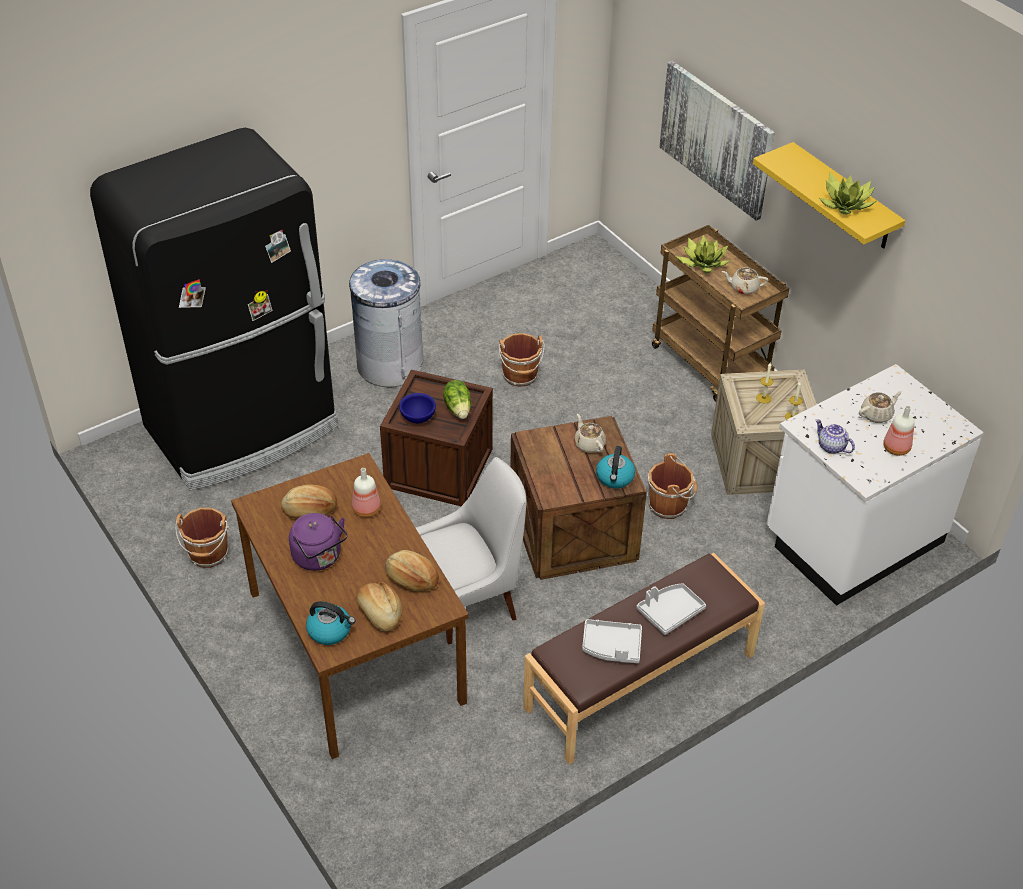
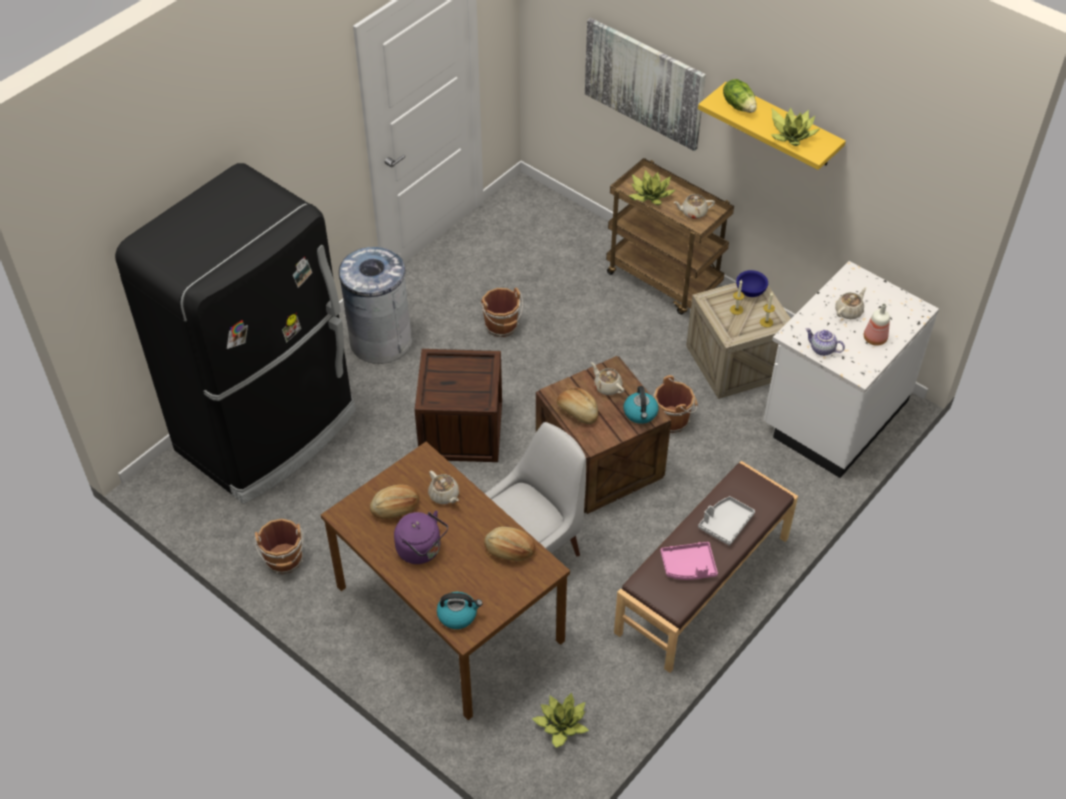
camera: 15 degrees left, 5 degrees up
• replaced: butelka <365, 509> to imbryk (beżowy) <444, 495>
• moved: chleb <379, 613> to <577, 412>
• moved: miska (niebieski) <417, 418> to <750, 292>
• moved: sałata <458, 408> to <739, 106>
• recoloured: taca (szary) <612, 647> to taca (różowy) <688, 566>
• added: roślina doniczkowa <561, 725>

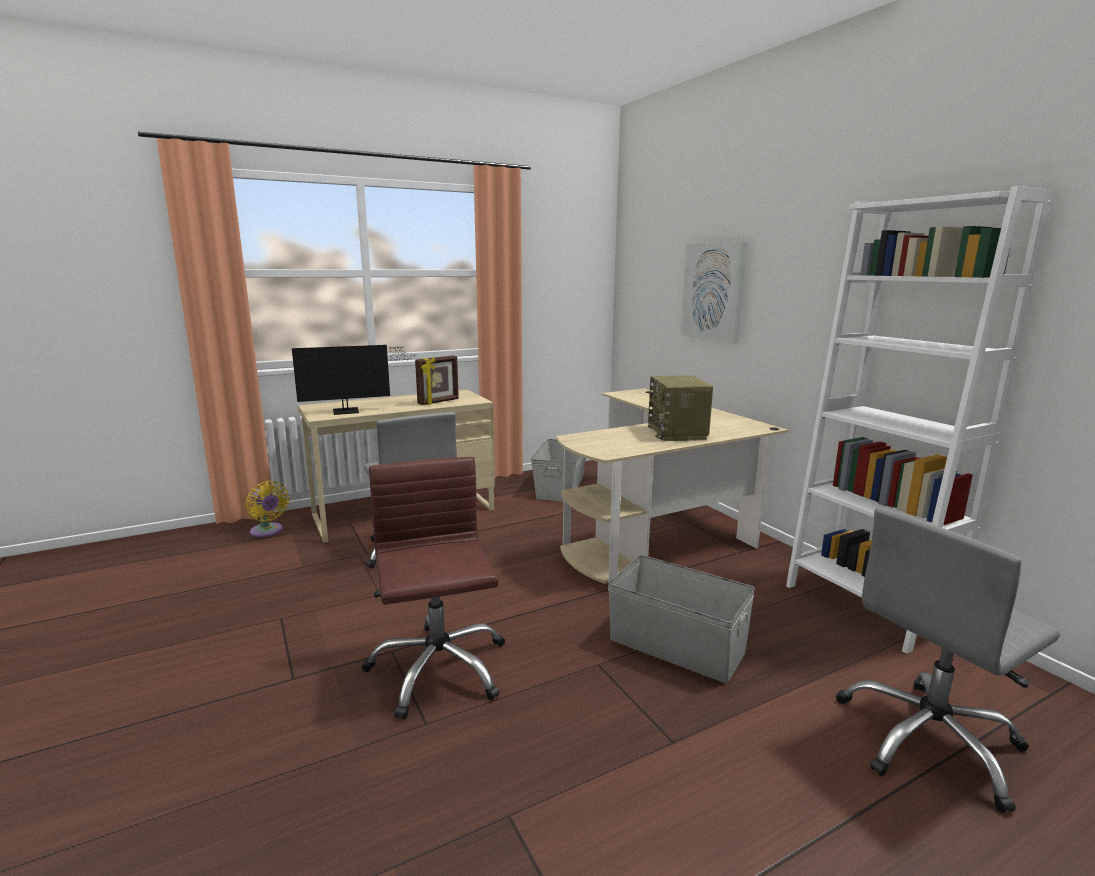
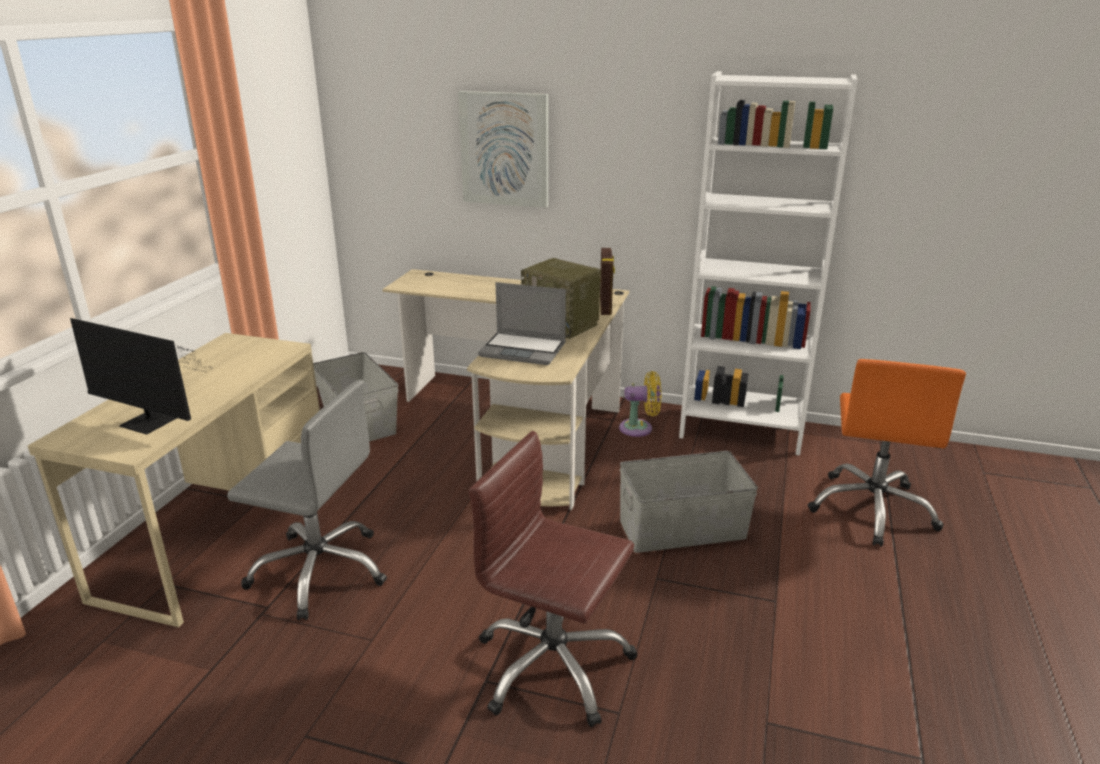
camera: 45 degrees left, 10 degrees up
• moved: wentylator (żółty) <268, 532> to <639, 428>
• turned: monitor <350, 411> = <152, 424> 90 degrees clockwise
• moved: ramka na zdjęcie <438, 402> to <606, 306>
• recoloured: krzesło biurowe (szary) <929, 741> to krzesło biurowe (pomarańczowy) <872, 509>
• added: laptop <524, 350>

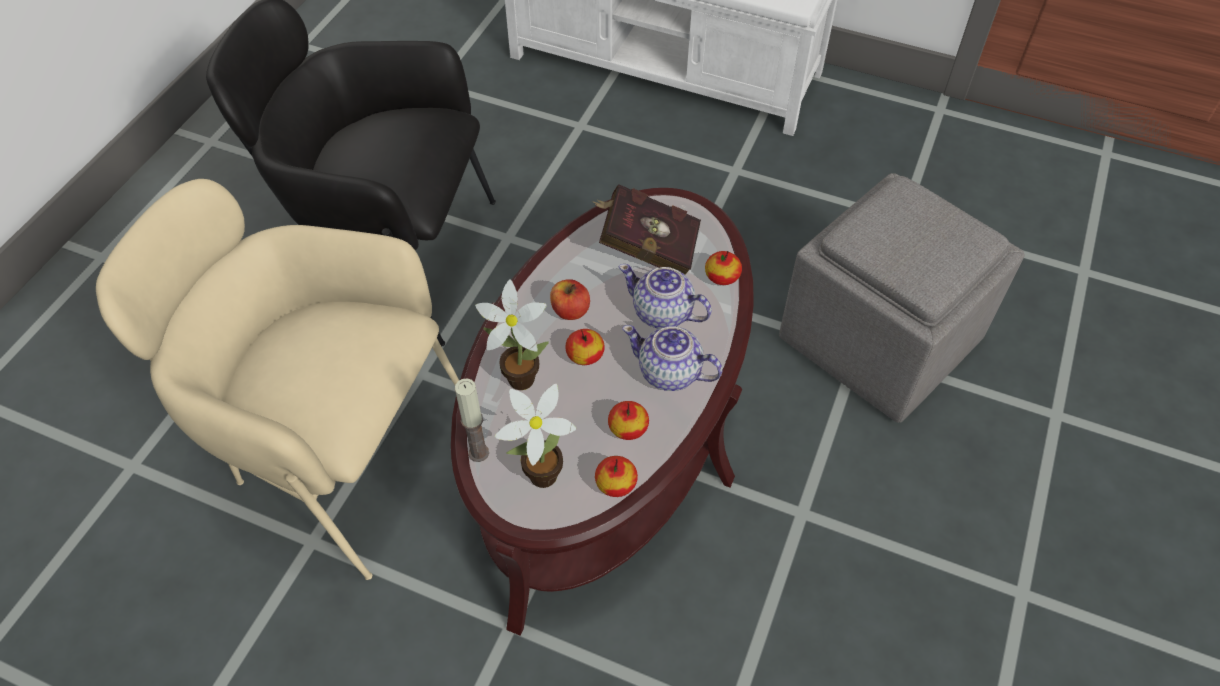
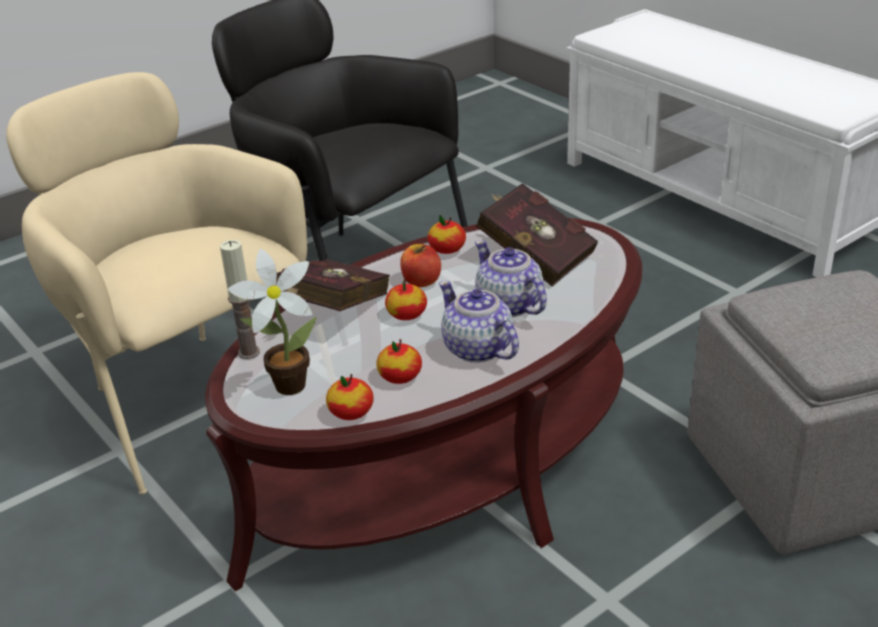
camera: 30 degrees right, 20 degrees down
• replaced: roślina doniczkowa <517, 377> to książka (czerwony) <331, 312>
• moved: jabłko <722, 277> to <447, 249>

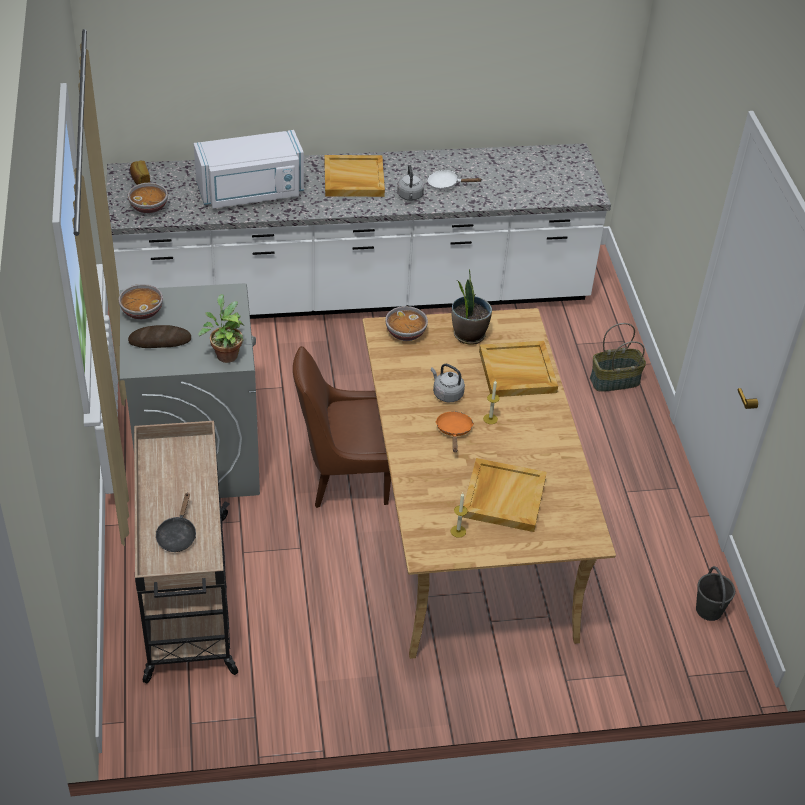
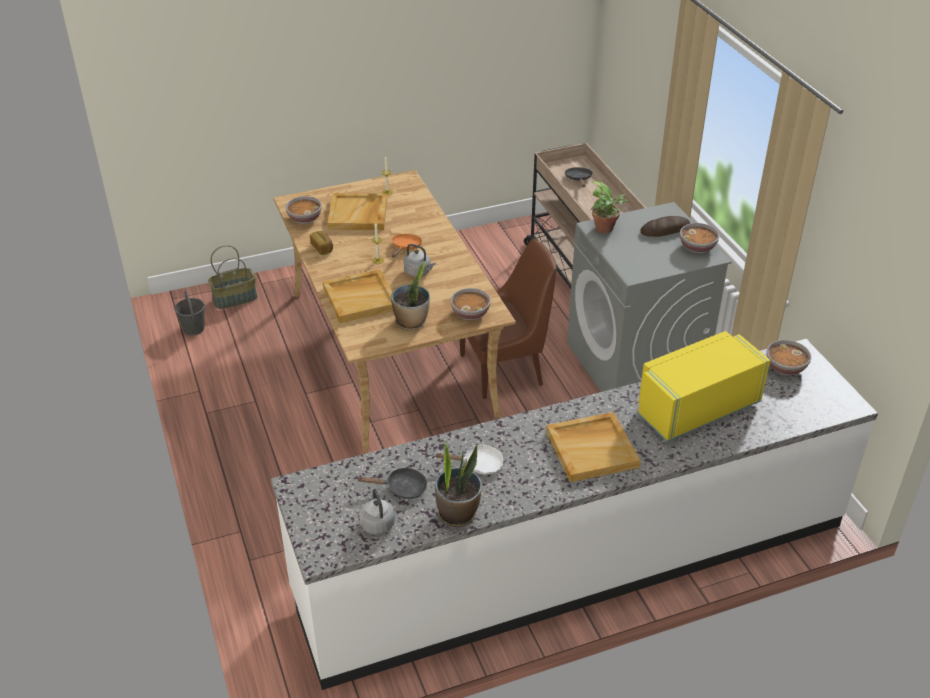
camera: 170 degrees right, 5 degrees down
• moved: chleb <139, 179> to <322, 248>
• recoloured: mikrofalówka (biały) <251, 192> to mikrofalówka (żółty) <695, 407>
• moved: czajnik (szary) <410, 196> to <377, 523>
• turned: patelnia (pomarańczowy) <454, 431> = <405, 247> 150 degrees counterclockwise
• moved: koszyk <614, 381> to <235, 298>
• added: miska <304, 218>
• added: patelnia (czarny) <402, 488>
• added: roślina doniczkowa <457, 513>

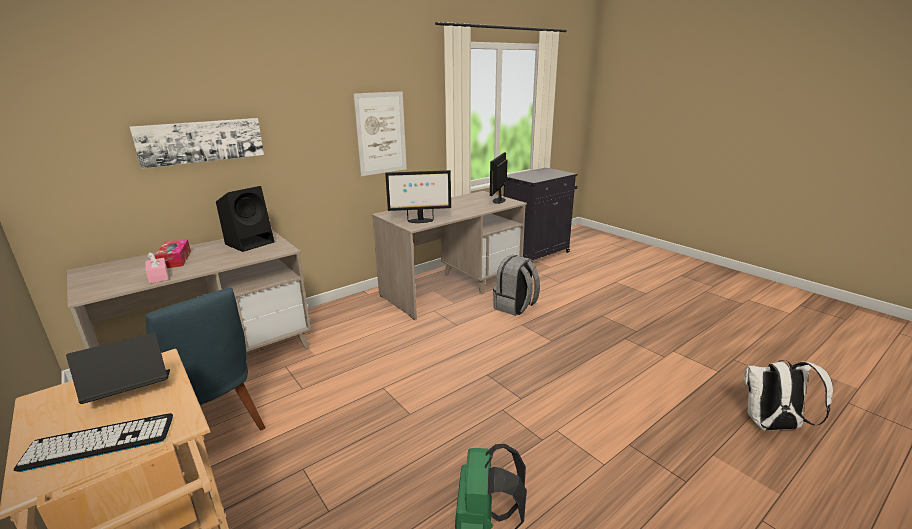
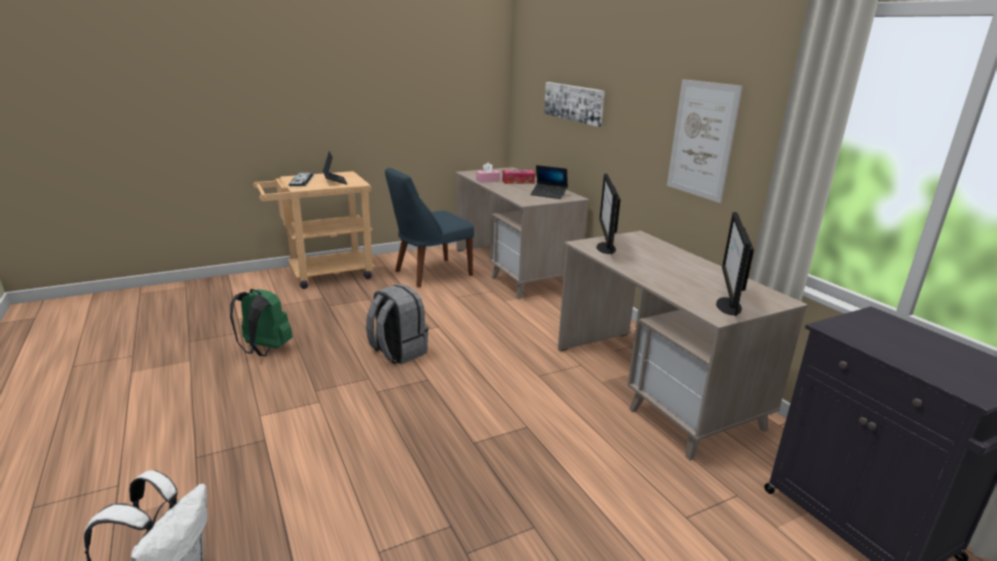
camera: 100 degrees right, 0 degrees up
• replaced: głośnik (czarny) <250, 243> to laptop <548, 194>
• turned: monitor <499, 200> = <728, 306> 105 degrees counterclockwise
• moved: plecak (szary) <515, 307> to <397, 352>

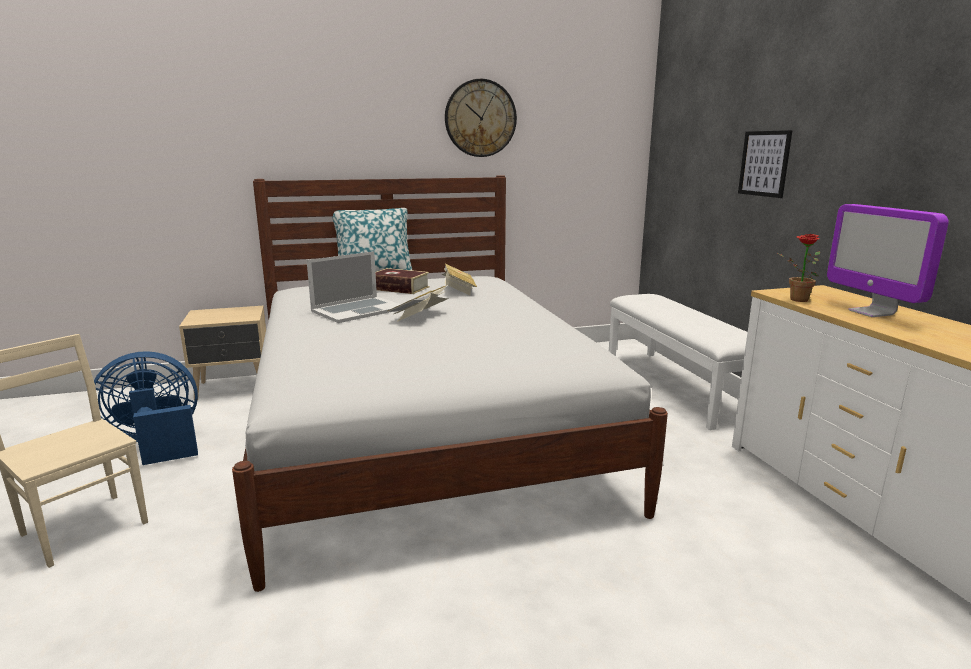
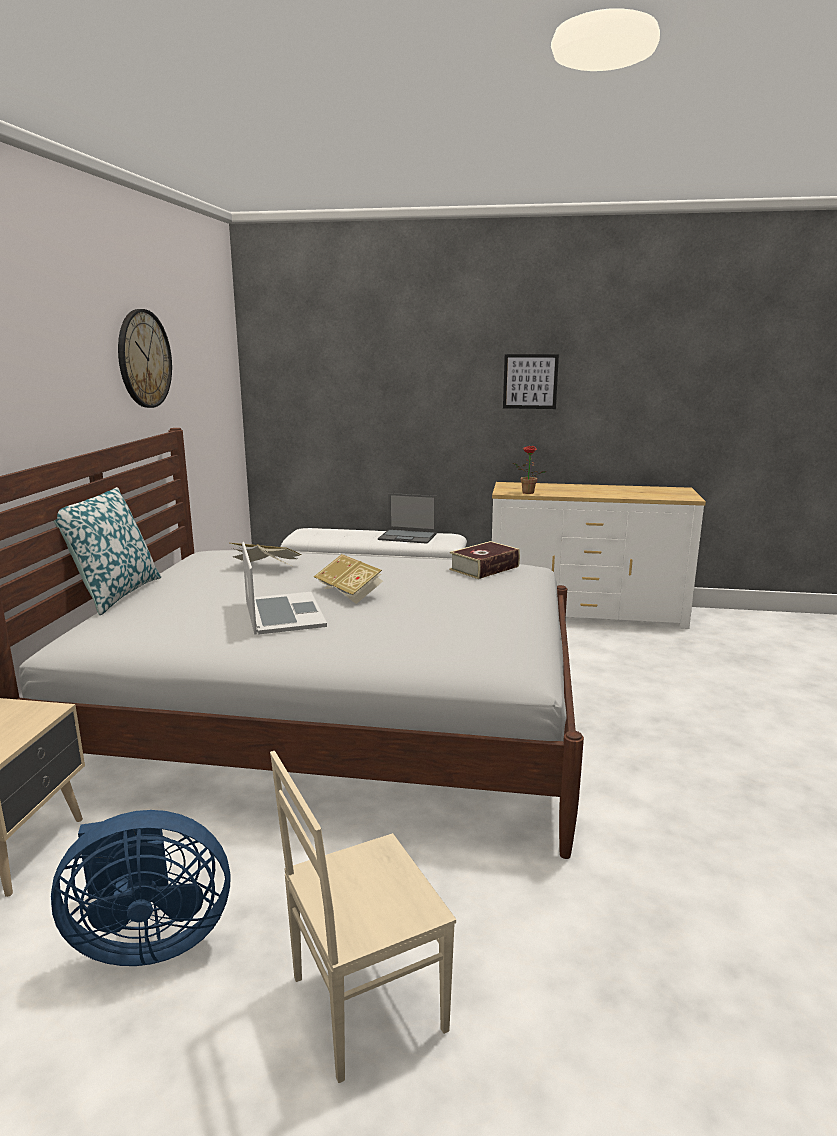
camera: 65 degrees left, 0 degrees up
• turned: wentylator (niebieski) <156, 444> = <148, 940> 105 degrees counterclockwise
• moved: książka <399, 288> to <484, 568>
• moved: obraz <764, 163> to <530, 381>
• removed: monitor <871, 312>
• added: laptop <408, 536>

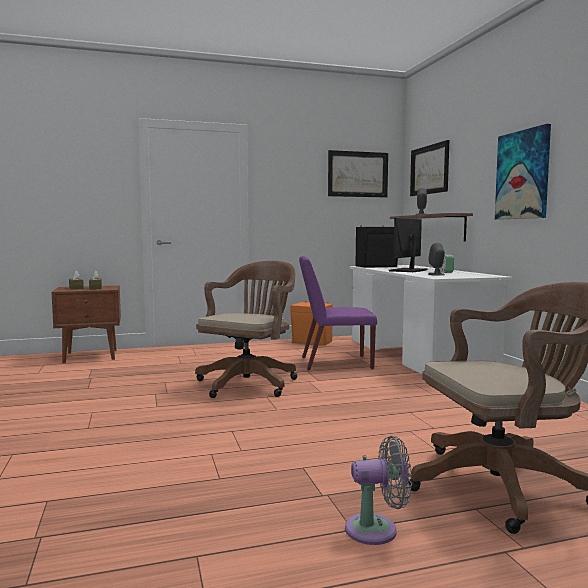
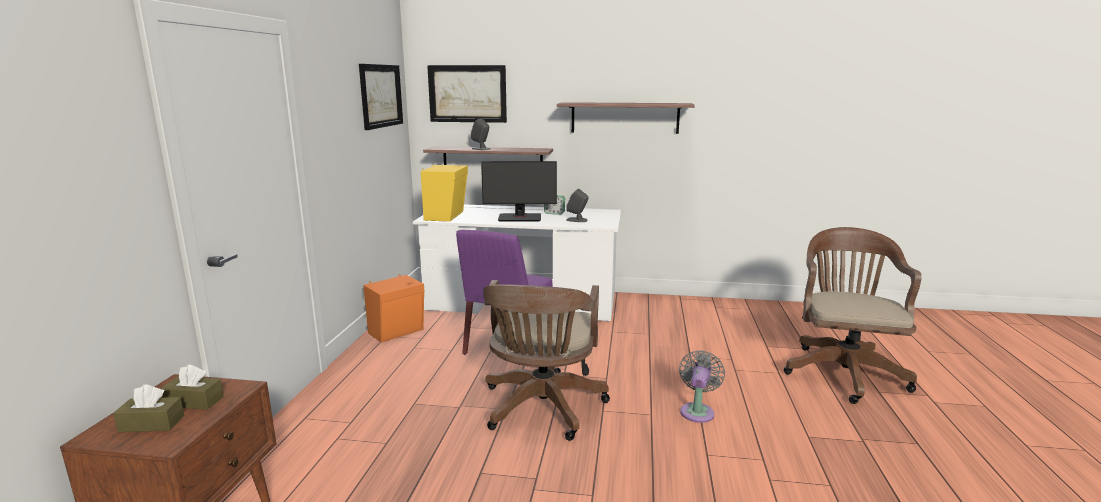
camera: 65 degrees left, 10 degrees up
• turned: krzesło biurowe (brązowy) <250, 383> = <542, 409> 135 degrees counterclockwise
• moved: wentylator (szary) <377, 529> to <697, 411>
• recoloured: głośnik (czarny) <377, 266> to głośnik (żółty) <446, 216>
• turned: monitor <409, 270> = <520, 218> 60 degrees counterclockwise
• replaced: obraz <522, 175> to półka <624, 118>

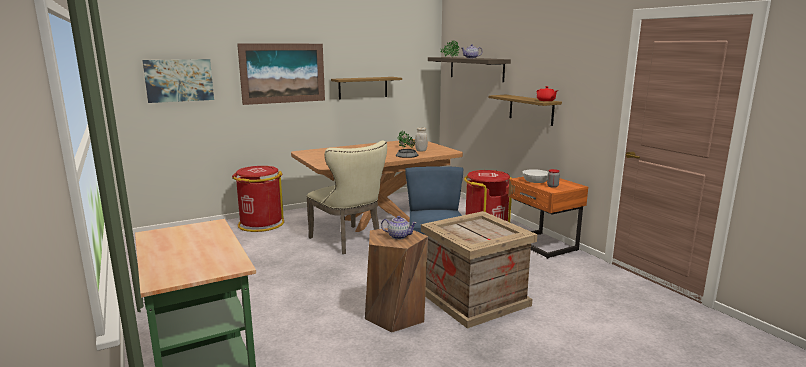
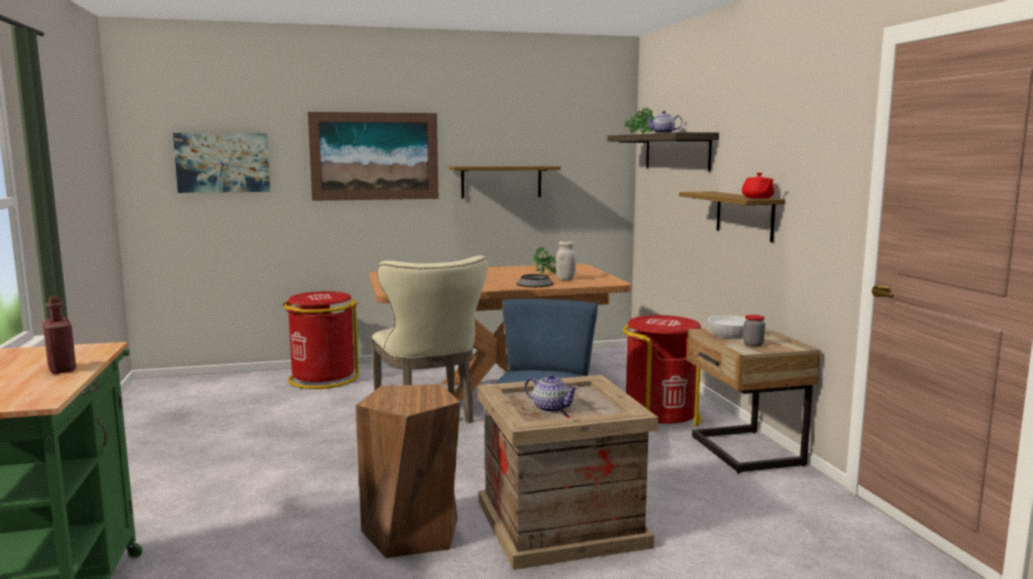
camera: 15 degrees right, 5 degrees down
• moved: imbryk <398, 236> to <550, 408>
• recoloured: szafka nocna (pomarańczowy) <542, 246> to szafka nocna (beżowy) <743, 452>
• added: butelka (czerwony) <62, 369>

